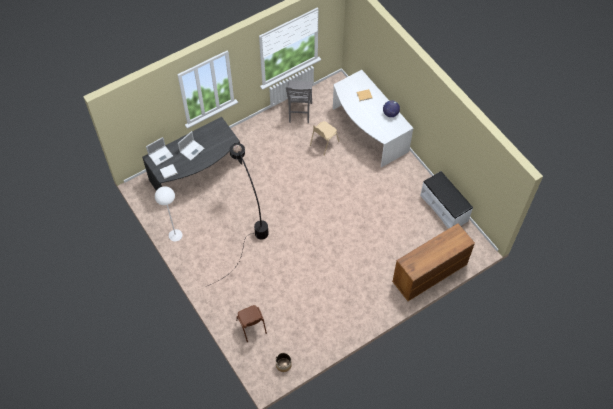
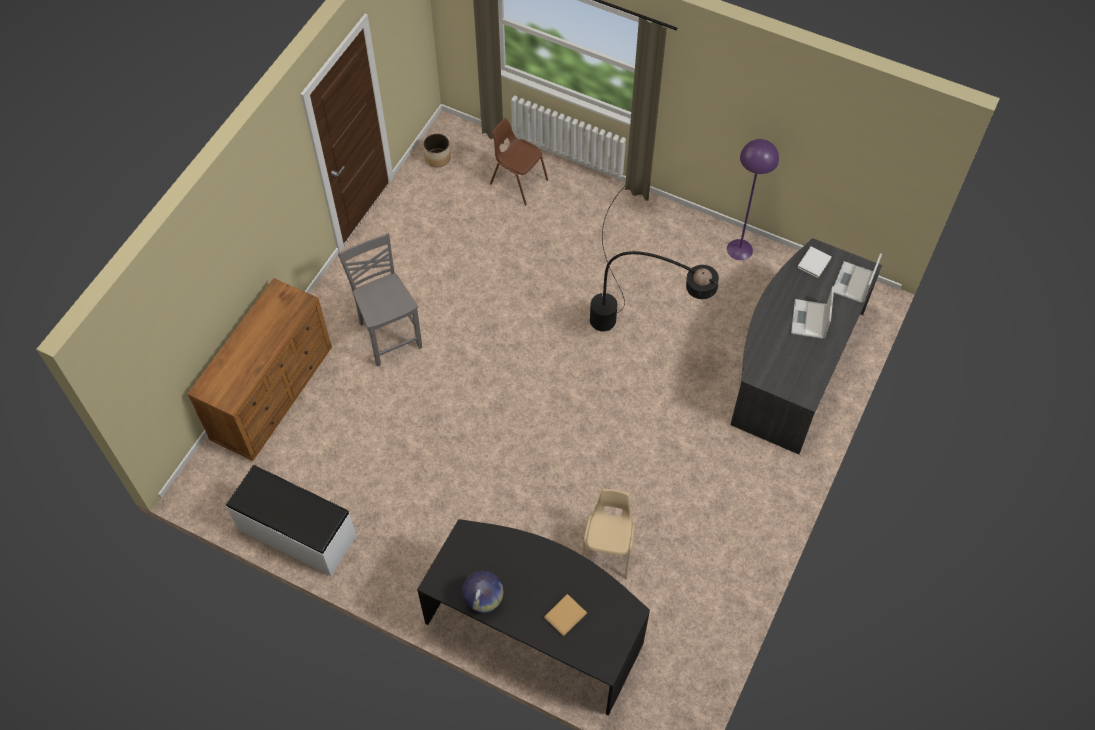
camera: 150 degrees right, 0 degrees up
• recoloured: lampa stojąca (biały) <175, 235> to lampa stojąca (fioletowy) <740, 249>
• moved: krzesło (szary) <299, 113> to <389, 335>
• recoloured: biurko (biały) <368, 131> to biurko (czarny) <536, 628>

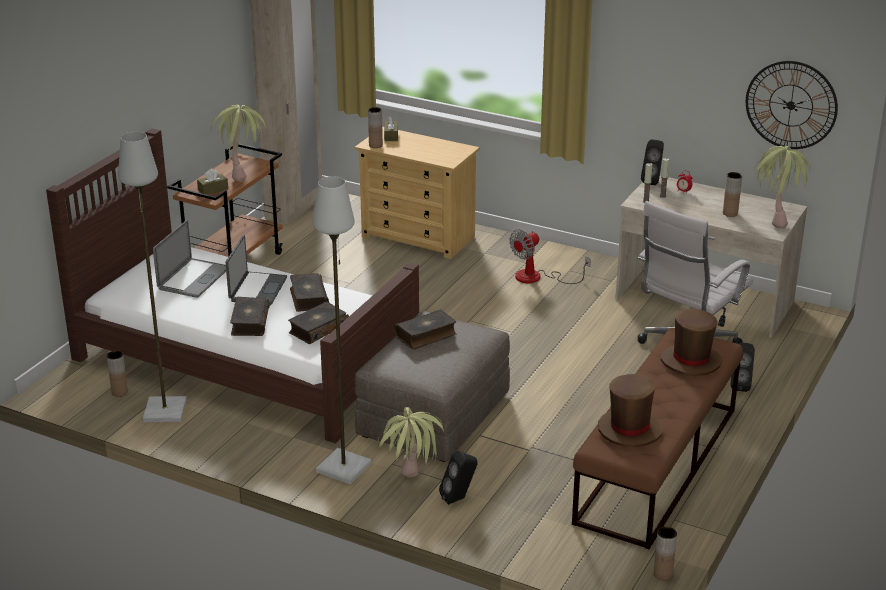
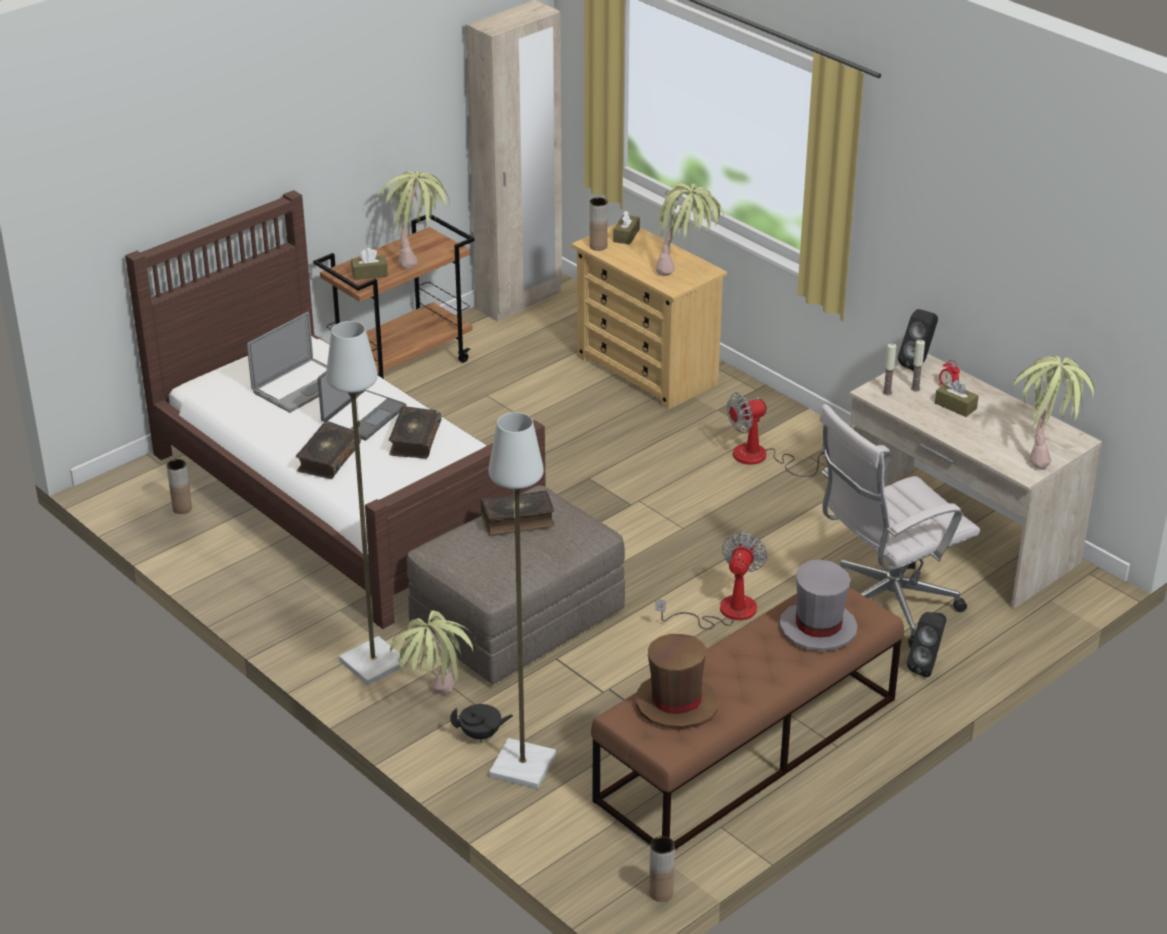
camera: 20 degrees right, 5 degrees up
• moved: lampa stojąca (szary) <166, 411> to <523, 766>
• removed: książka <318, 329>
• replaced: głośnik (czarny) <459, 498> to imbryk (czarny) <481, 735>
• recoloured: kapelusz (brązowy) <690, 362> to kapelusz (szary) <817, 628>
• removed: wazon (brązowy) <730, 213>
• removed: zegar ścienny <791, 105>
• added: roślina doniczkowa <686, 271>
• added: wentylator <724, 612>
• added: pudełko chusteczek (brązowy) <955, 406>

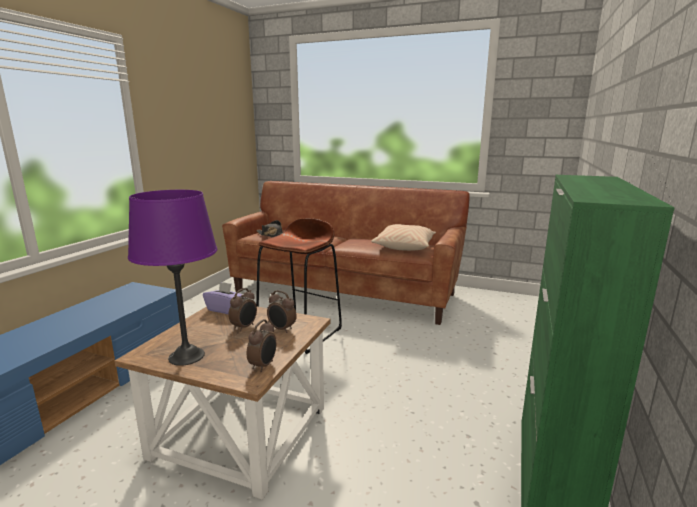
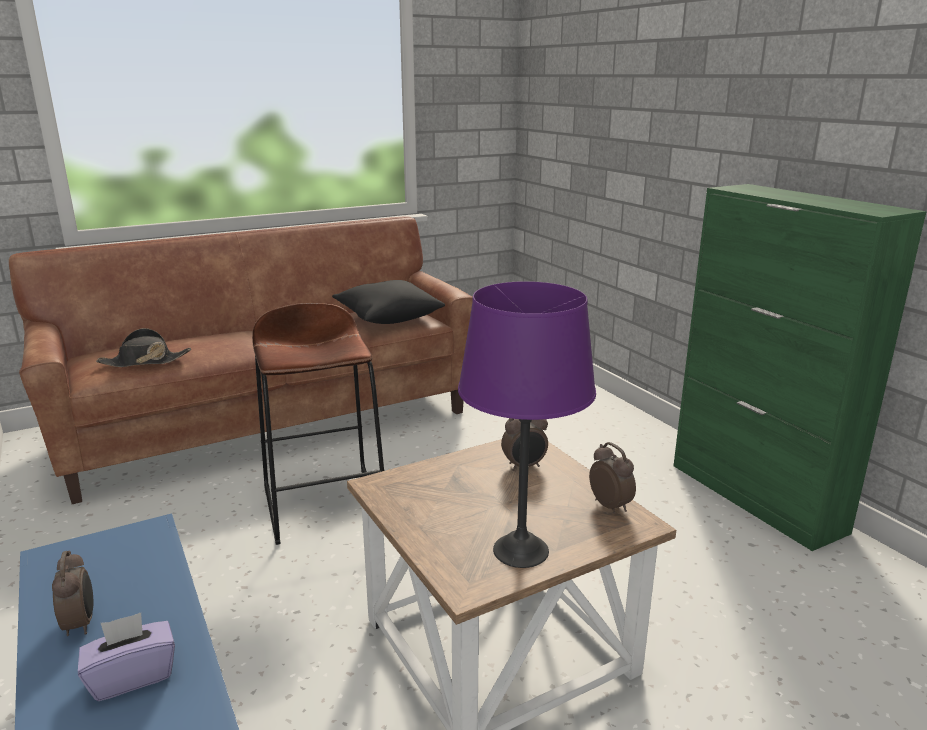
camera: 50 degrees left, 5 degrees up
• moved: pudełko chusteczek (fioletowy) <225, 309> to <132, 676>
• moved: budzik <244, 327> to <81, 623>
• recoloured: poduszka (beżowy) <404, 246> to poduszka (czarny) <387, 317>

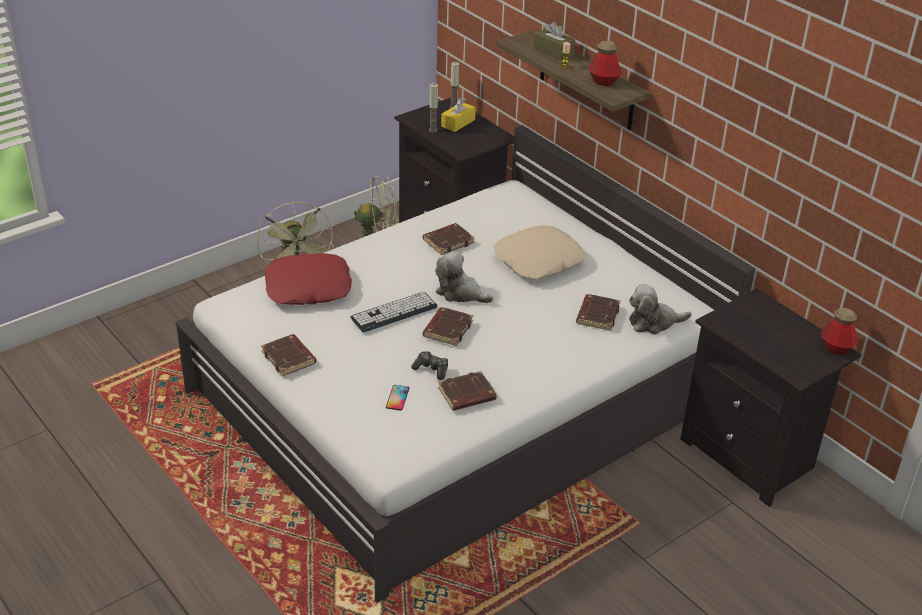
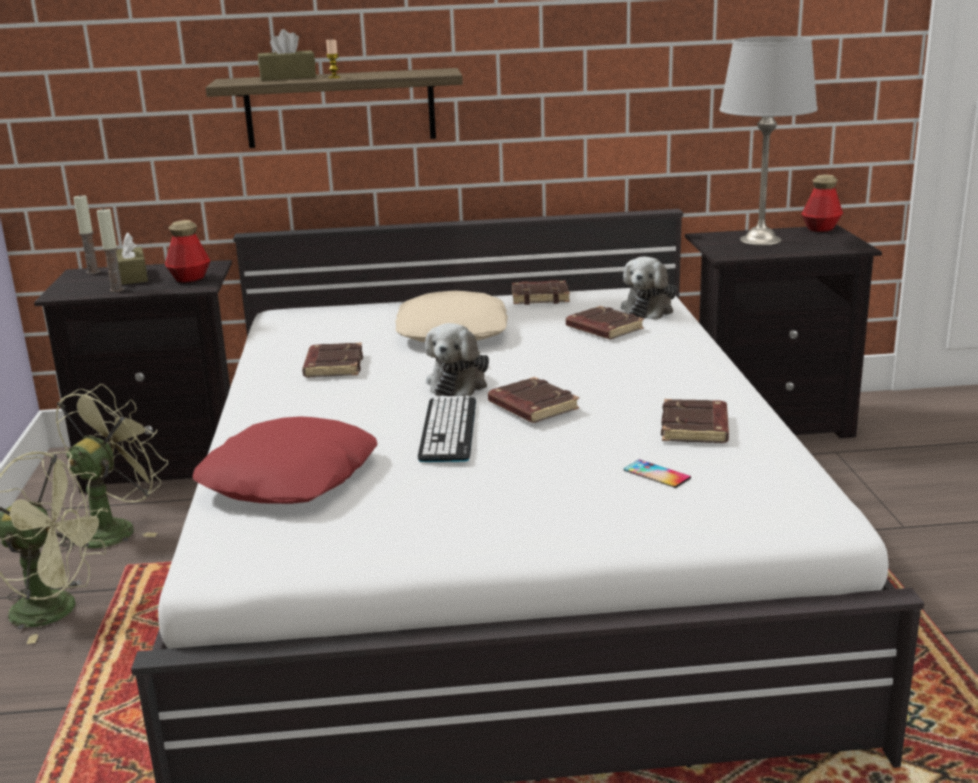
camera: 55 degrees left, 15 degrees down
• moved: książka (brązowy) <289, 358> to <540, 297>
• removed: pad do gier <431, 369>
• turned: pluszak <460, 293> = <459, 383> 45 degrees counterclockwise
• recoloured: pudełko chusteczek (żółty) <458, 123> to pudełko chusteczek (brązowy) <132, 276>
• moved: butelka <603, 81> to <190, 279>
• added: lampa stołowa (szary) <760, 240>

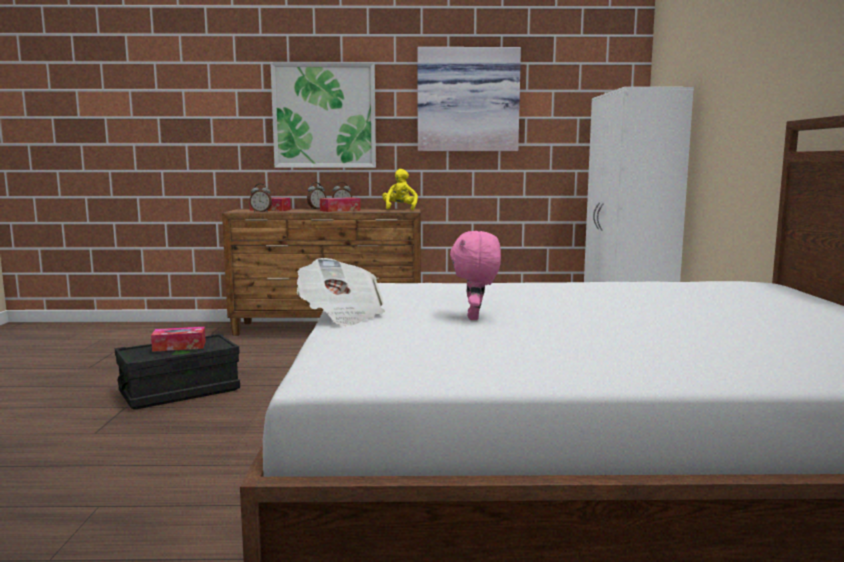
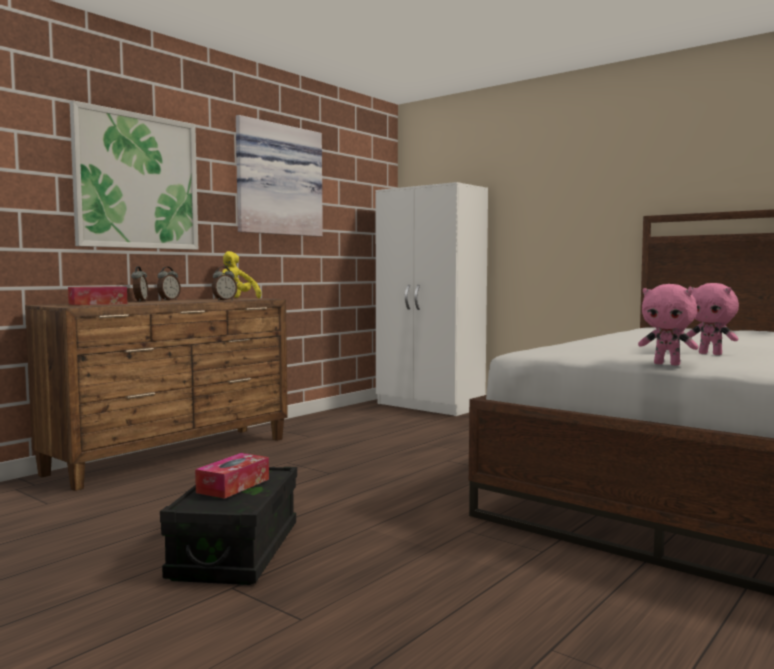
camera: 50 degrees left, 5 degrees down
• moved: budzik <261, 212> to <224, 300>
• replaced: gazeta <341, 315> to pluszak (różowy) <667, 364>
• removed: pudełko chusteczek <340, 210>

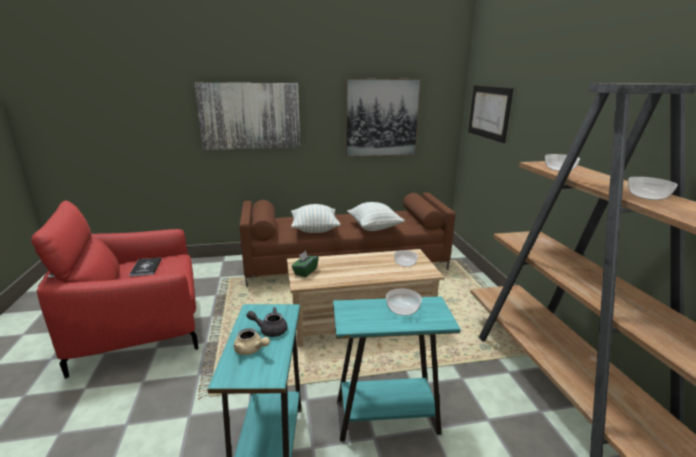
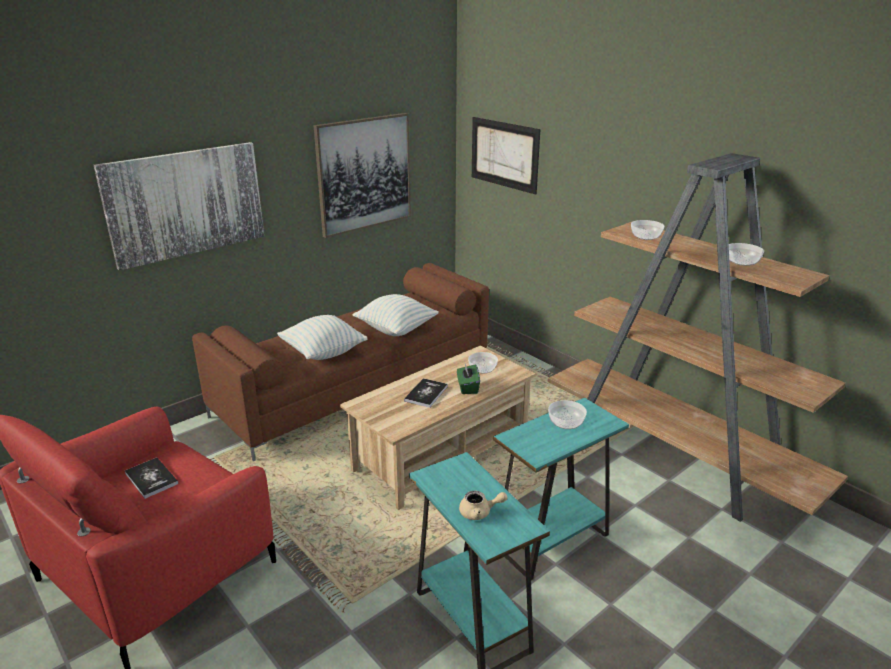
camera: 30 degrees left, 5 degrees up
• removed: imbryk (szary) <270, 329>
• moved: pudełko chusteczek (zielony) <305, 271> to <467, 387>
• added: książka <426, 393>

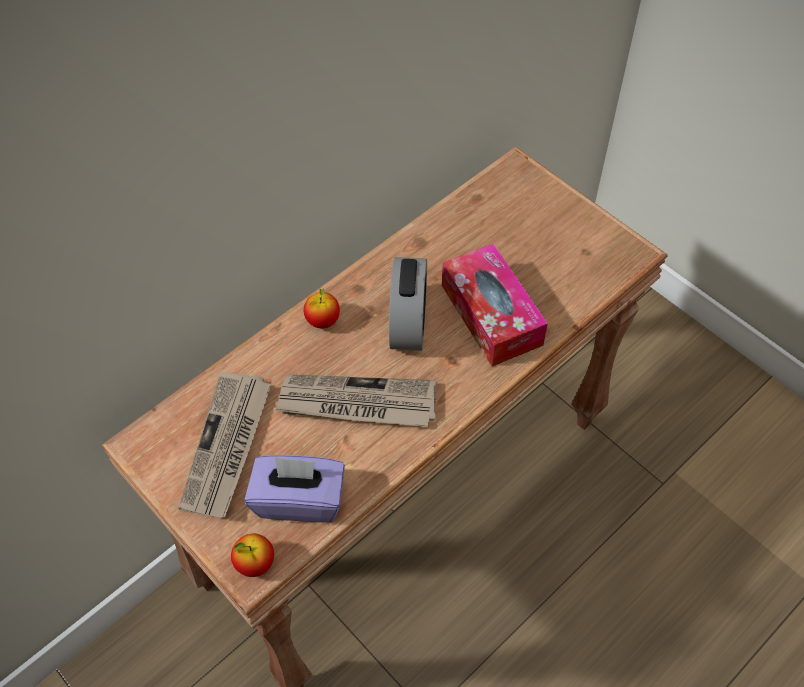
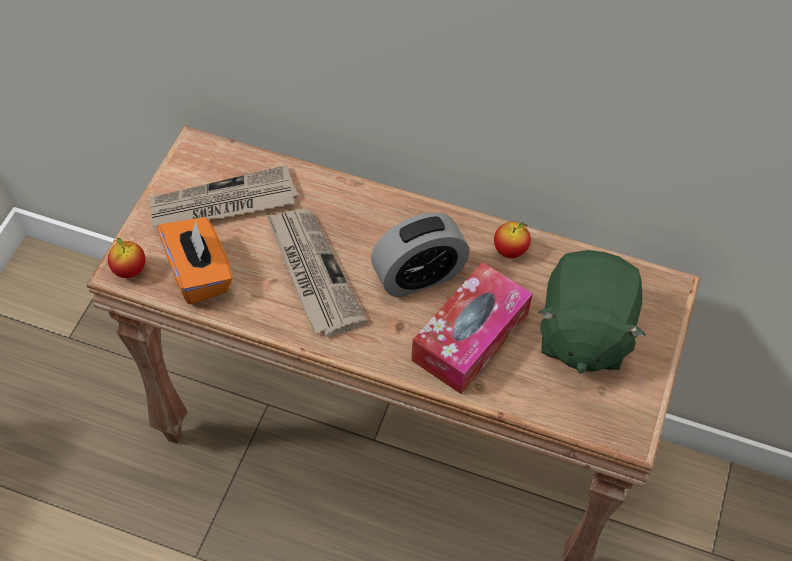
camera: 60 degrees right, 0 degrees up
• recoloured: pudełko chusteczek (fioletowy) <299, 499> to pudełko chusteczek (pomarańczowy) <199, 274>
• moved: jabłko <323, 320> to <510, 250>
• added: pluszak (zielony) <583, 333>

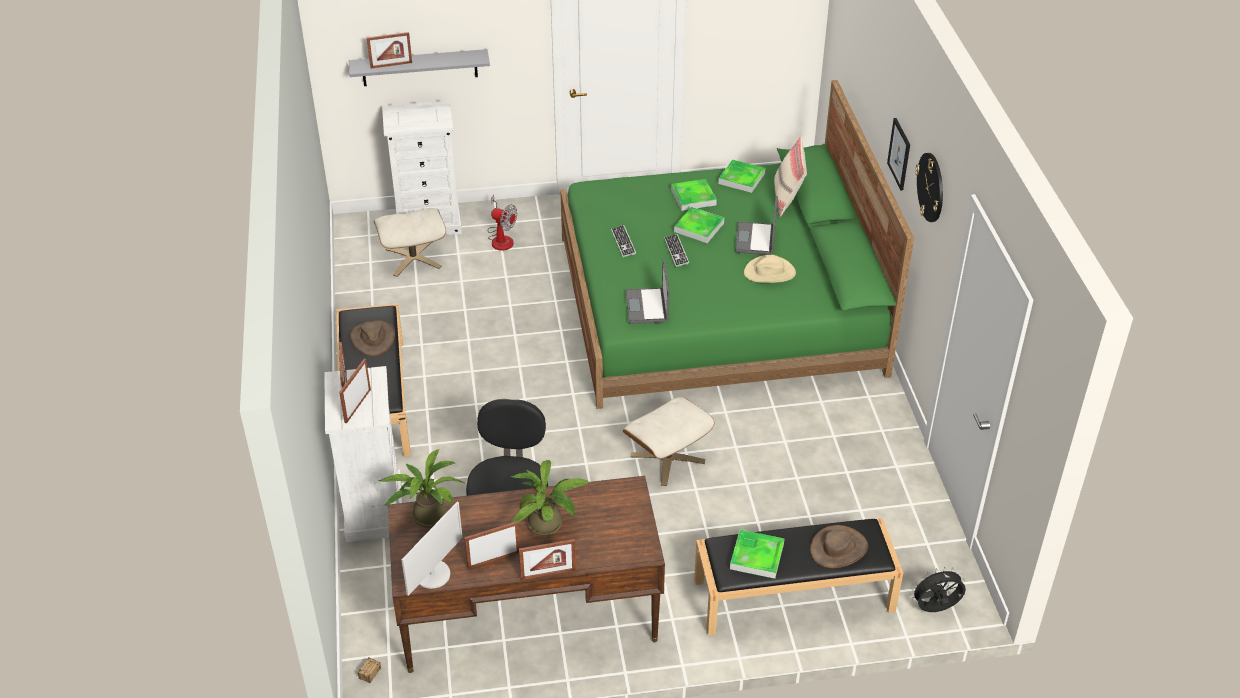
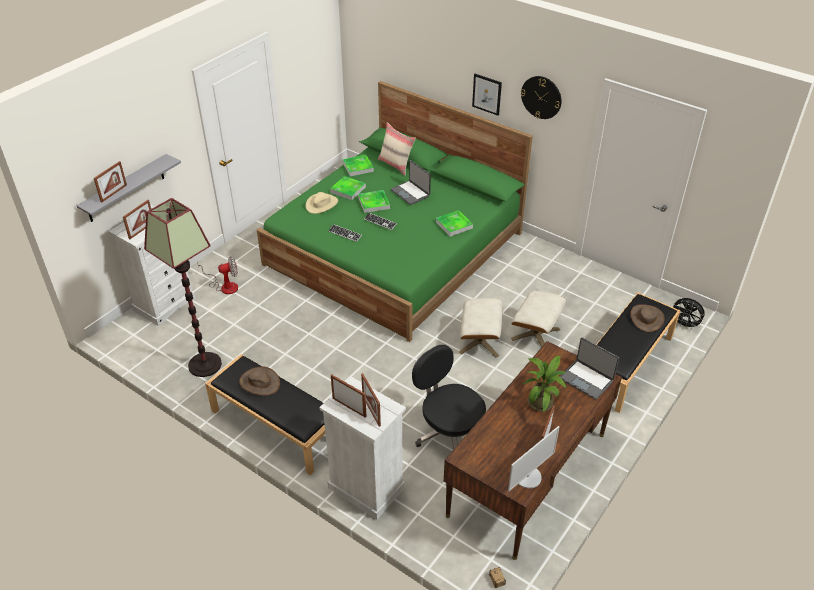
camera: 45 degrees left, 0 degrees up
• moved: pufa (beżowy) <413, 258> to <536, 334>
• removed: roślina doniczkowa <426, 515>
• turned: monitor <433, 574> = <527, 476> 60 degrees clockwise
• moved: ramka na zdjęcie <548, 574> to <141, 230>
• moved: laptop <648, 307> to <586, 379>
• moved: taca <757, 556> to <454, 225>
• moved: kapelusz (beżowy) <769, 272> to <321, 204>
• turned: wentylator (czarny) <935, 609> = <684, 325> 90 degrees counterclockwise
• added: lampa stojąca <205, 364>

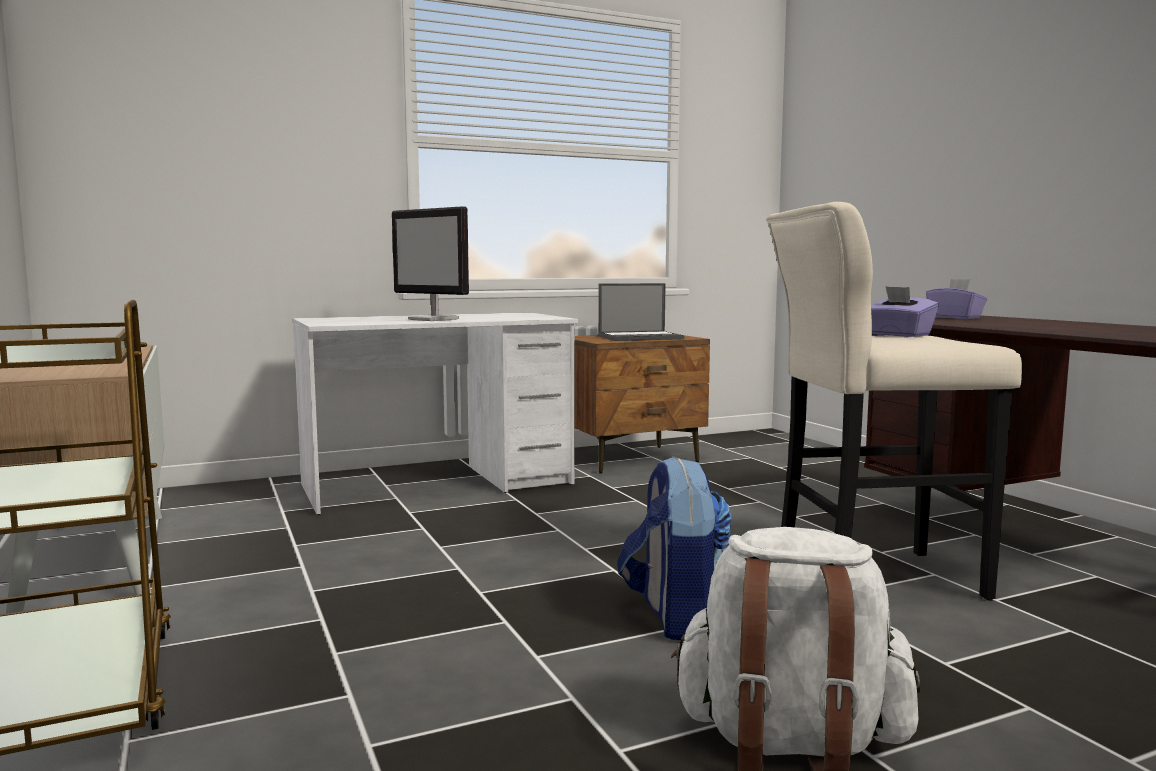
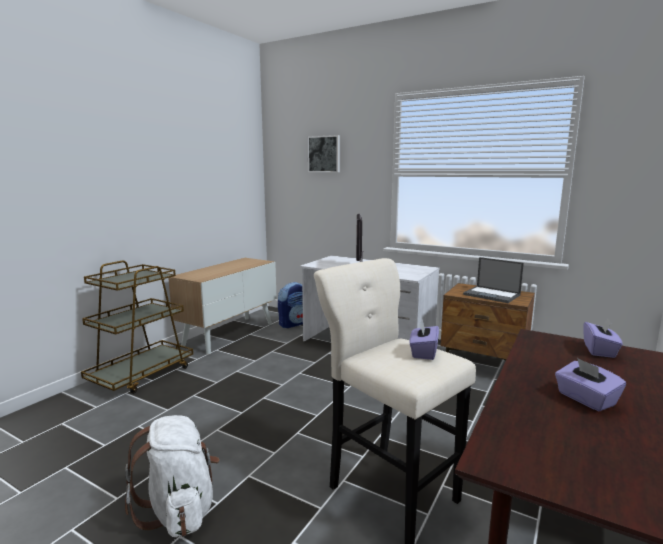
camera: 55 degrees right, 5 degrees up
• moved: plecak <675, 617> to <293, 324>
• added: obraz <324, 154>
• added: pudełko chusteczek (fioletowy) <585, 399>

